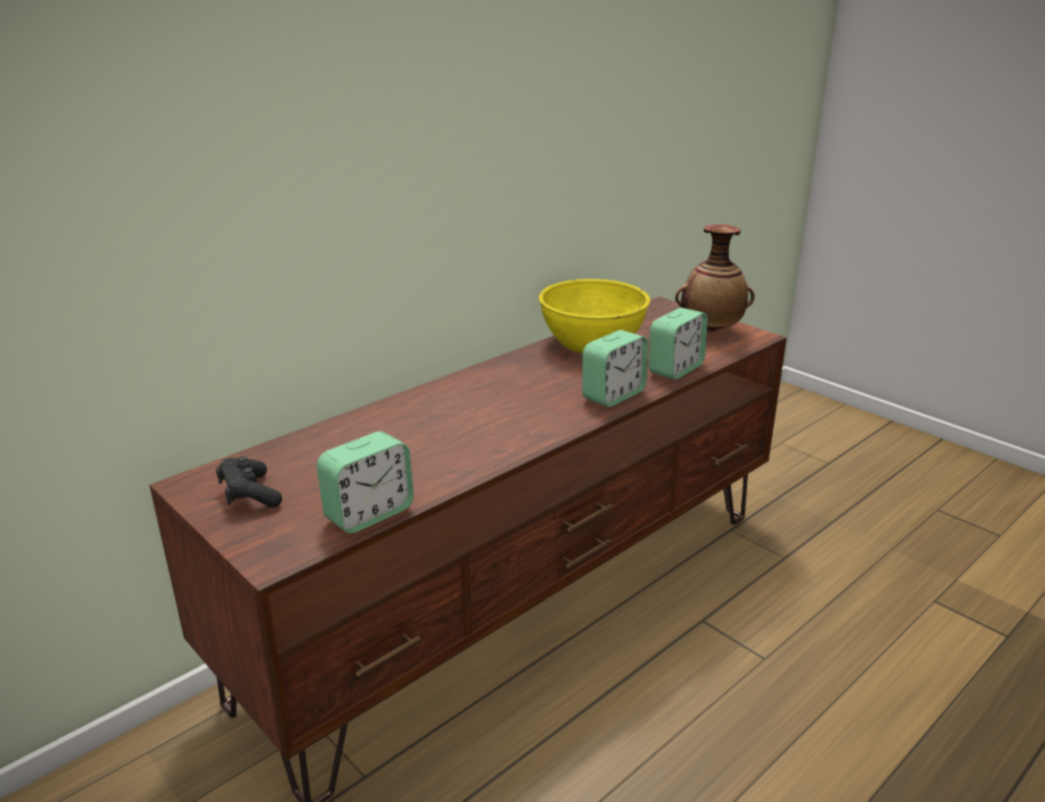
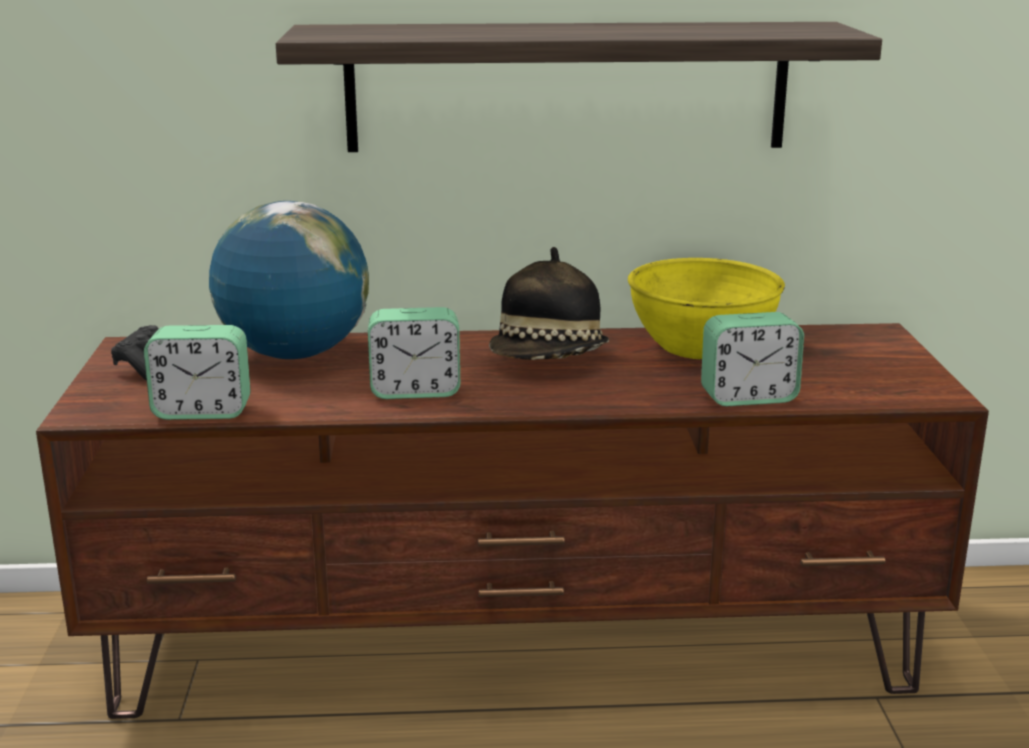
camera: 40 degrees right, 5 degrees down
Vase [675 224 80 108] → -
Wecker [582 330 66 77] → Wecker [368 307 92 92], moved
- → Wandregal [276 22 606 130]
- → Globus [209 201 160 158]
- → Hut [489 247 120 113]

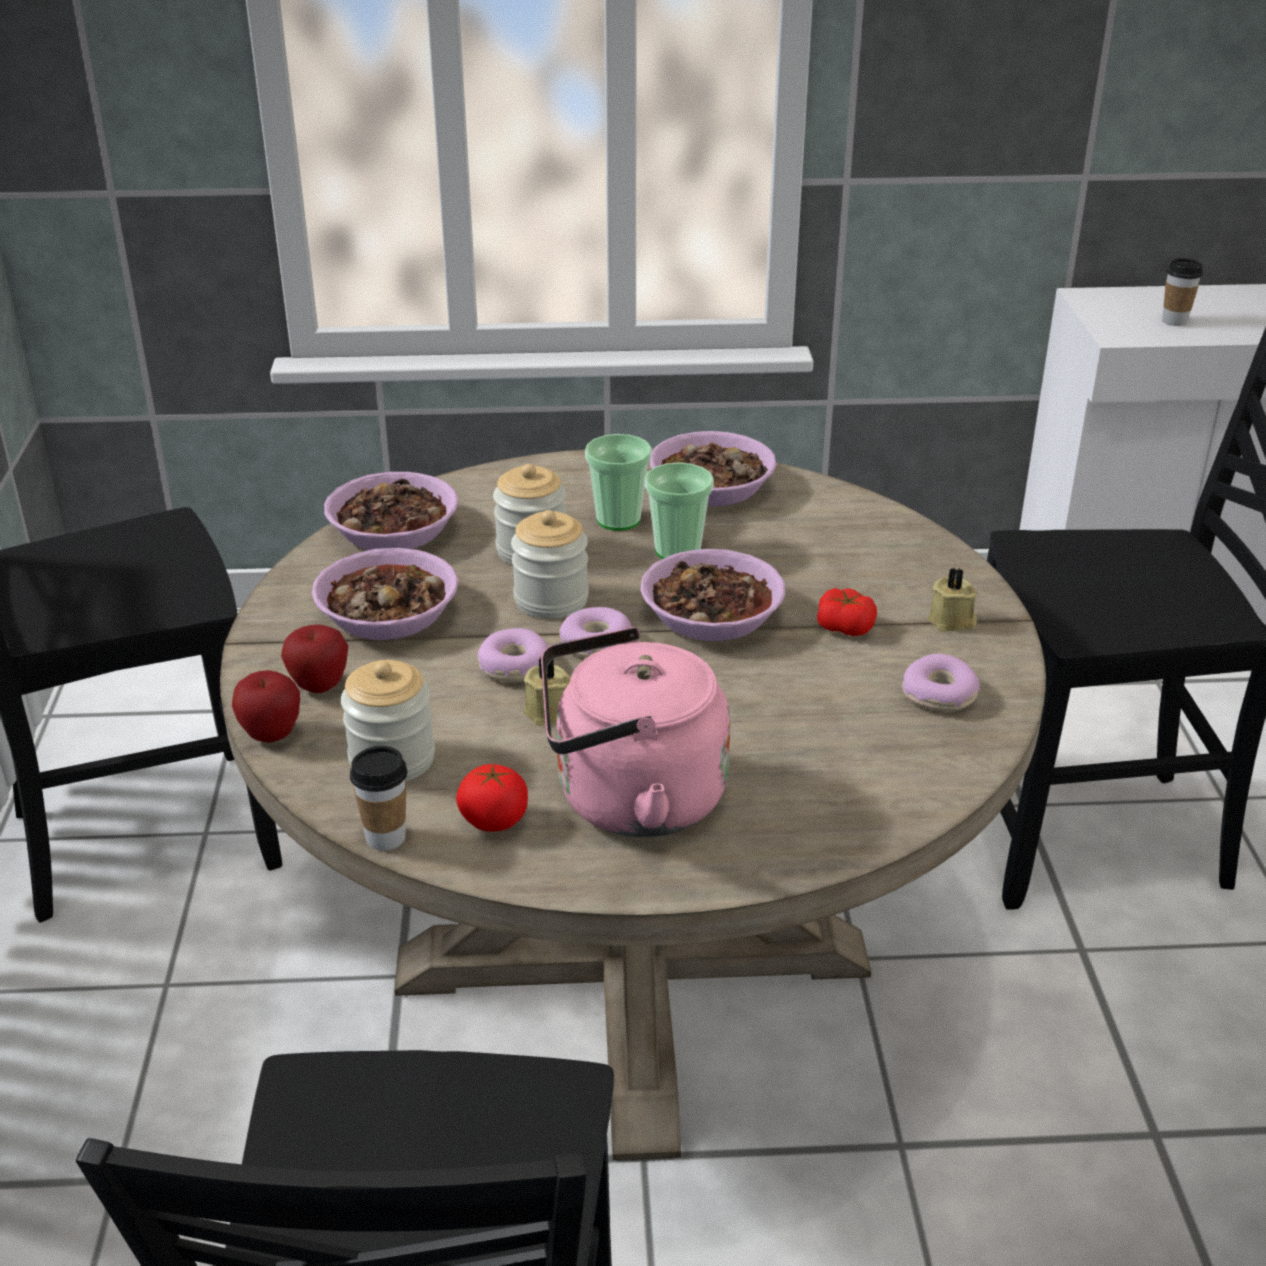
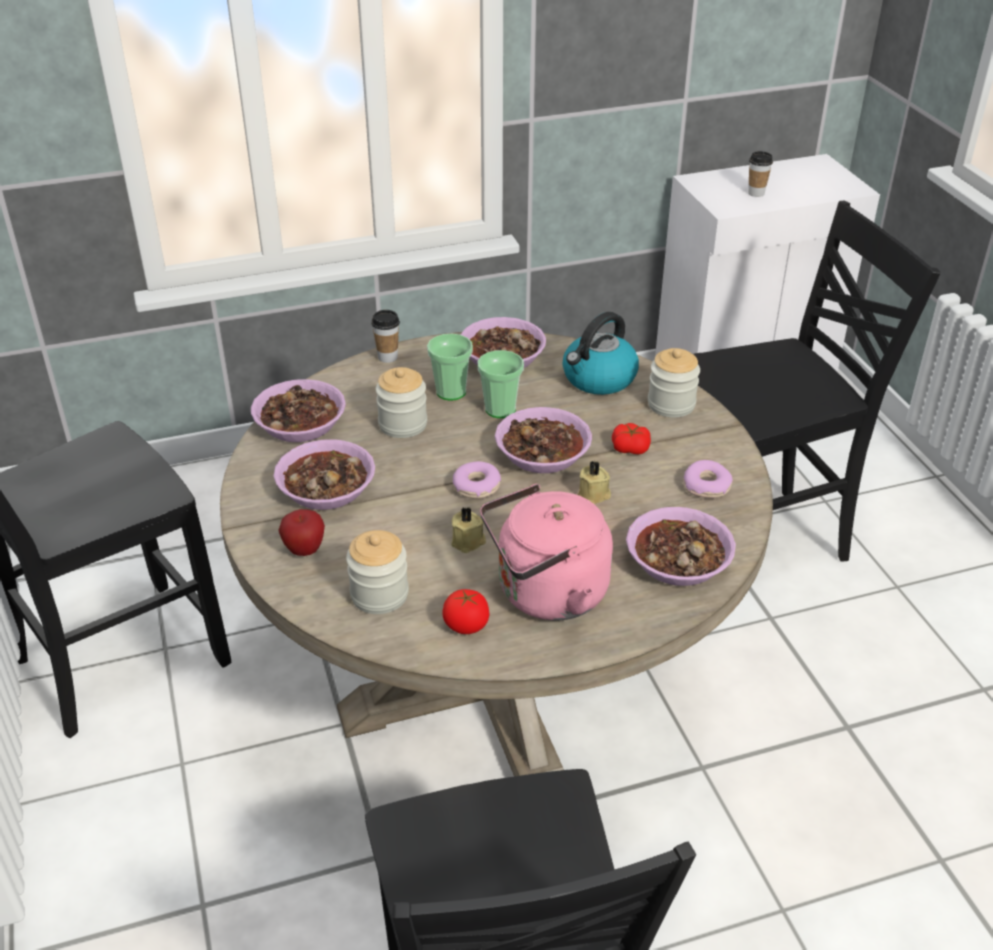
camera: 15 degrees left, 5 degrees up
Vorratsglas [511 510 78 109] → Vorratsglas [648 348 52 70], moved
Kerze (beige) [927 568 50 64] → Kerze (beige) [578 461 33 43], moved
Donut [478 628 70 54] → -
Apfel [232 670 68 73] → -
Tasse [350 746 58 105] → Tasse [372 310 28 53], moved
- → Wasserkessel [562 312 77 83]
- → Schüssel [626 507 110 79]

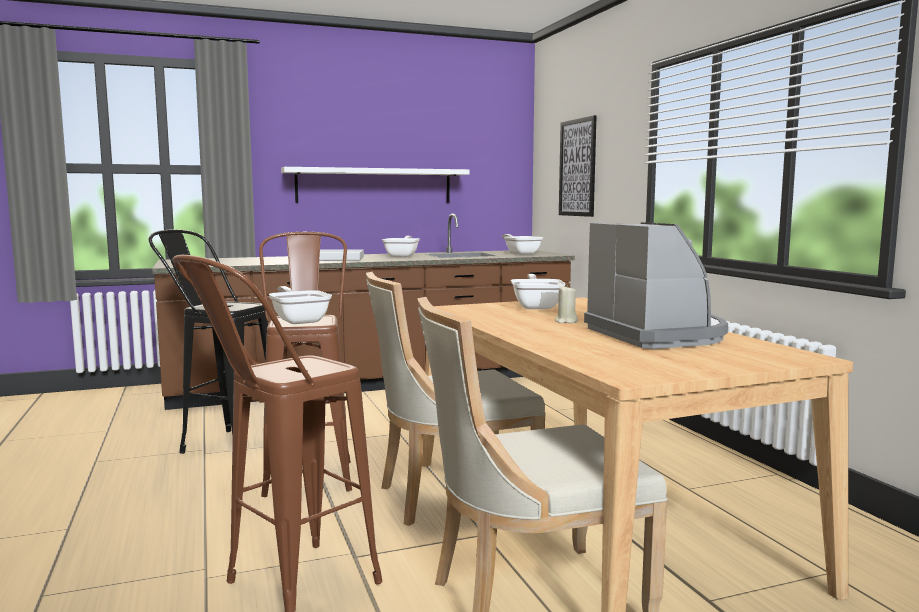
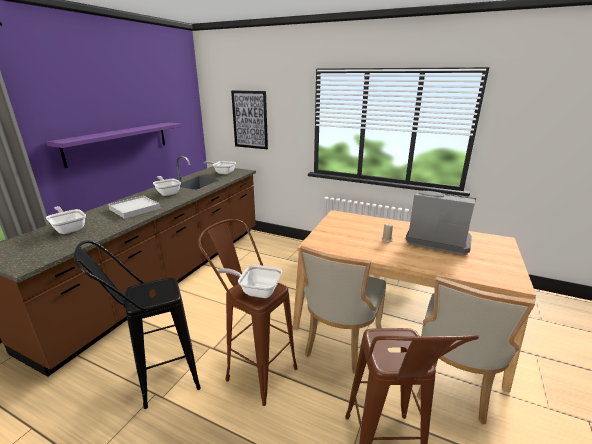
camera: 45 degrees left, 15 degrees up
Wandregal (weiß) [281 167 189 36] → Wandregal (lila) [46 122 135 46]
Pfanne [511 274 55 35] → Pfanne [46 206 40 28], moved

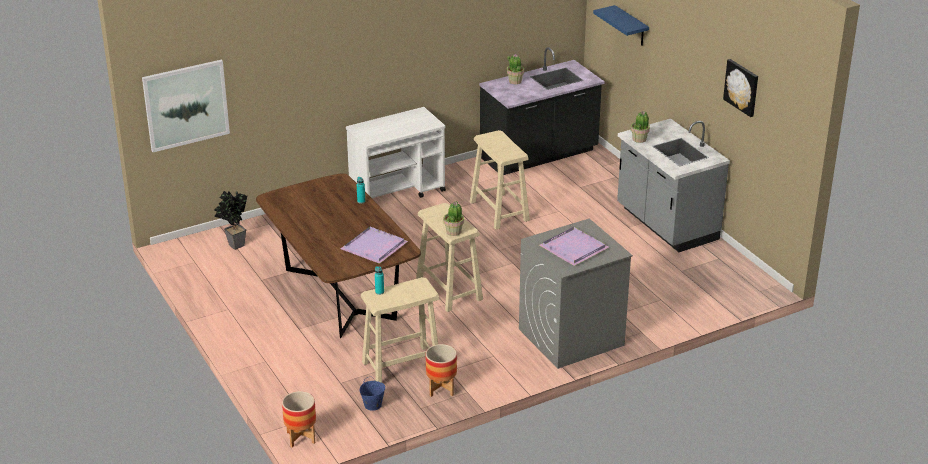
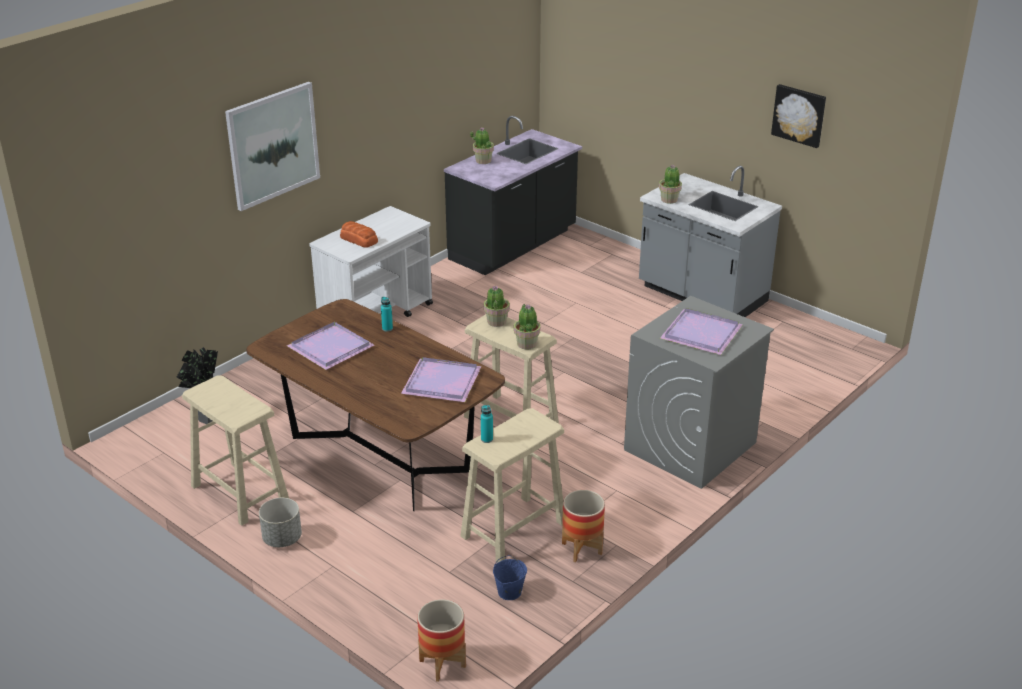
camera: 20 degrees left, 0 degrees up
Wandregal (blau) [593 5 56 41] → -
Bild [142 60 88 92] → Bild [225 82 95 129], moved
Hocker (beige) [470 130 60 100] → Hocker (beige) [182 375 107 151], moved
- → Brot [340 221 38 27]
- → Topfpflanze [484 285 26 42]
- → Tablett (lila) [287 322 87 48]
- → Pflanzkübel (grau) [259 498 43 49]

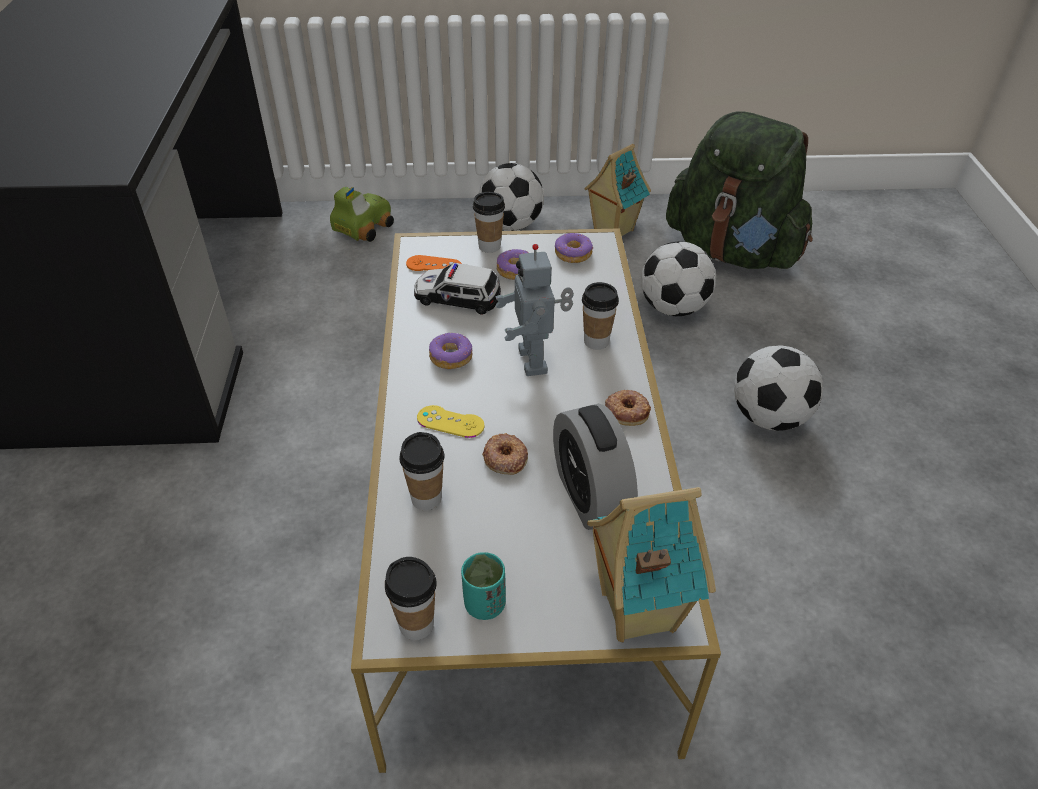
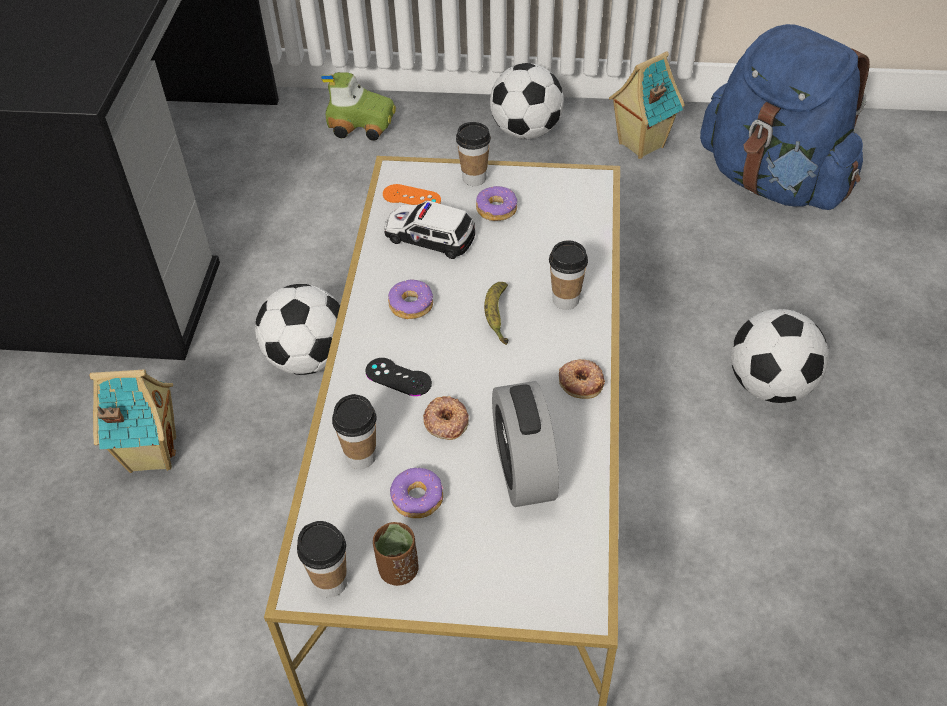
camera: 10 degrees right, 5 degrees up
Rucksack (grün) [666 111 147 158] → Rucksack (blau) [700 24 170 186]
Spielzeugauto [330 187 64 55] → Spielzeugauto [321 72 75 69], 60 degrees clockwise
Donut [555 233 38 30] → Donut [390 467 53 51], moved
Fußball [641 241 75 75] → Fußball [255 284 85 91], moved
Spielzeugroboter [495 244 79 132] → Banane [484 282 24 63]
Gamepad (gelb) [417 405 67 33] → Gamepad (schwarz) [365 358 67 38]
Spielzeughaus [587 487 129 155] → Spielzeughaus [90 369 86 104], moved
Tasse (türkis) [461 552 45 68] → Tasse (braun) [373 522 46 64]

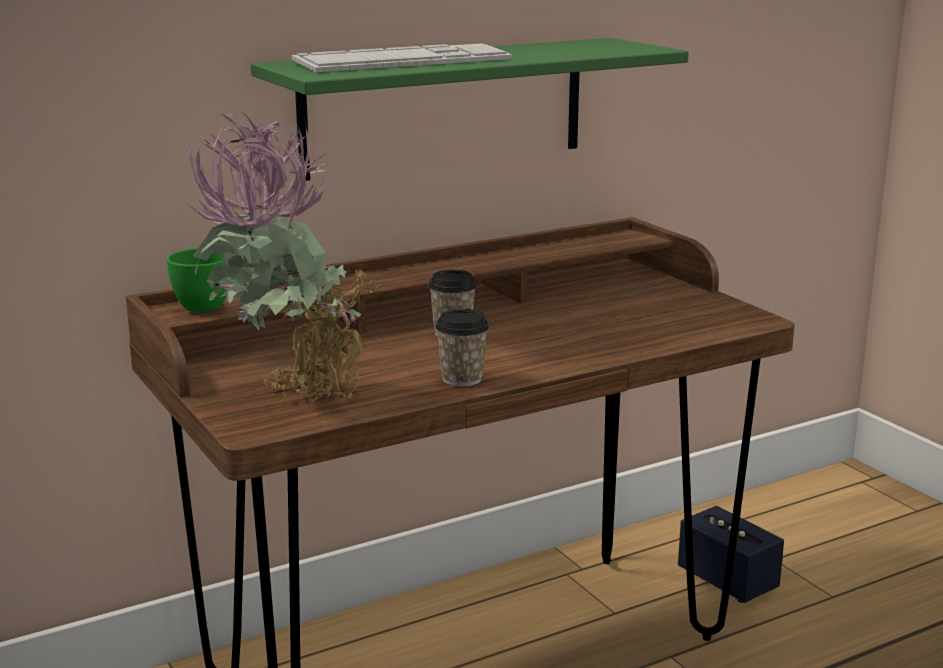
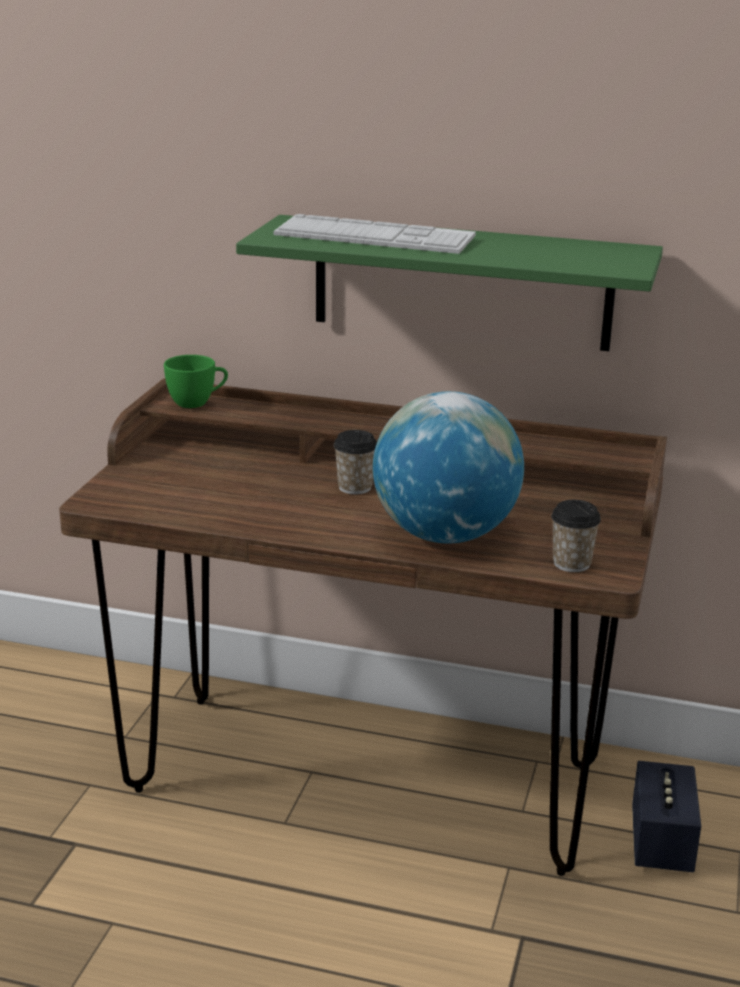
camera: 45 degrees right, 5 degrees up
Topfpflanze [189 110 192 292] → -
Tasse [435 309 54 78] → Tasse [551 500 50 72], moved
- → Globus [373 391 151 153]

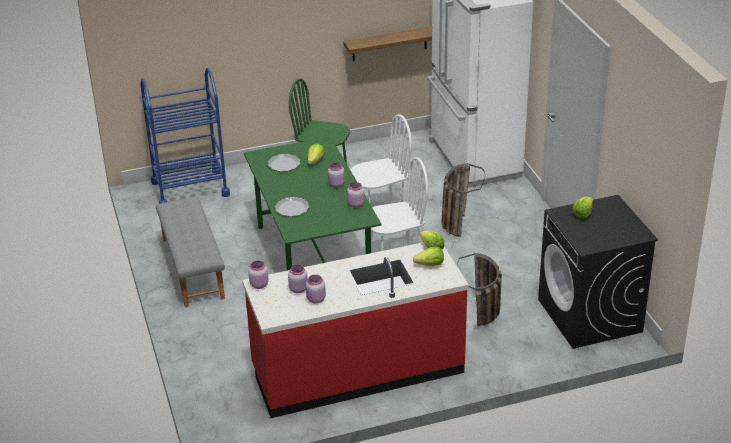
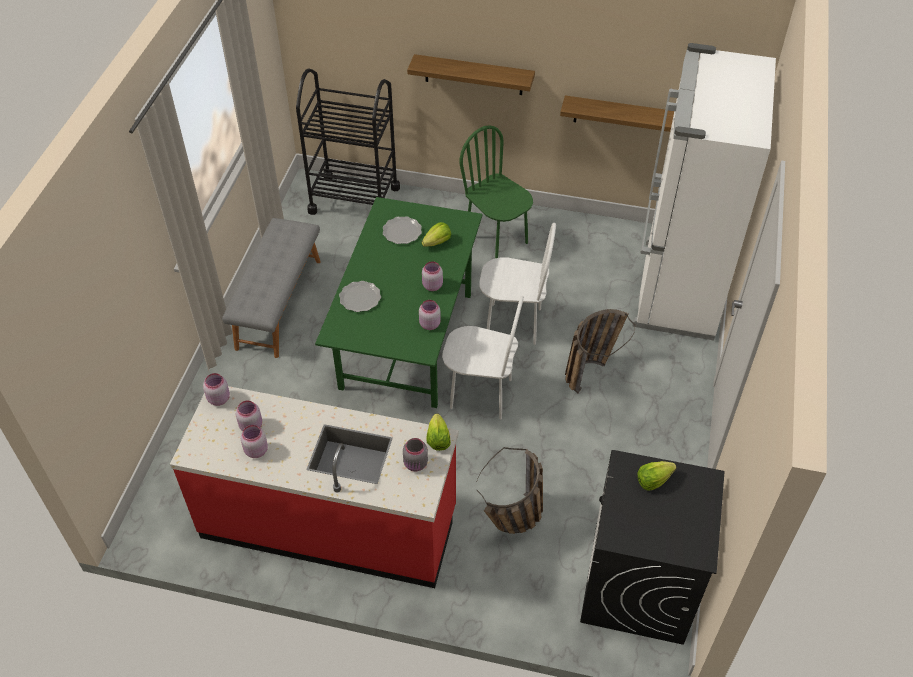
camera: 30 degrees right, 15 degrees up
Rollwagen (blau) [140 68 90 136] → Rollwagen (schwarz) [296 69 104 146]
Salatkopf [413 247 31 19] → Vorratsglas (grau) [403 438 25 33]
- → Wandregal [407 54 128 41]

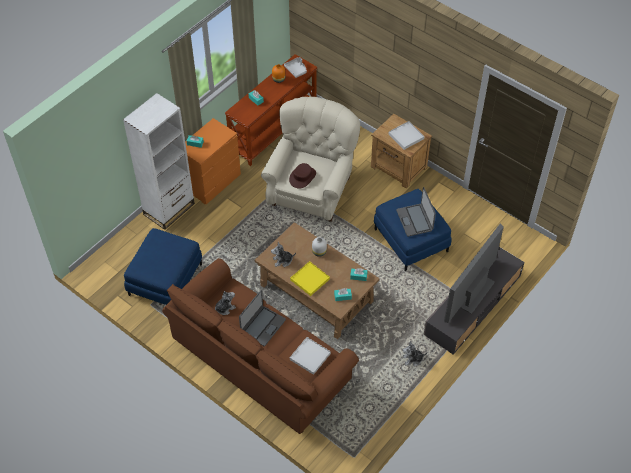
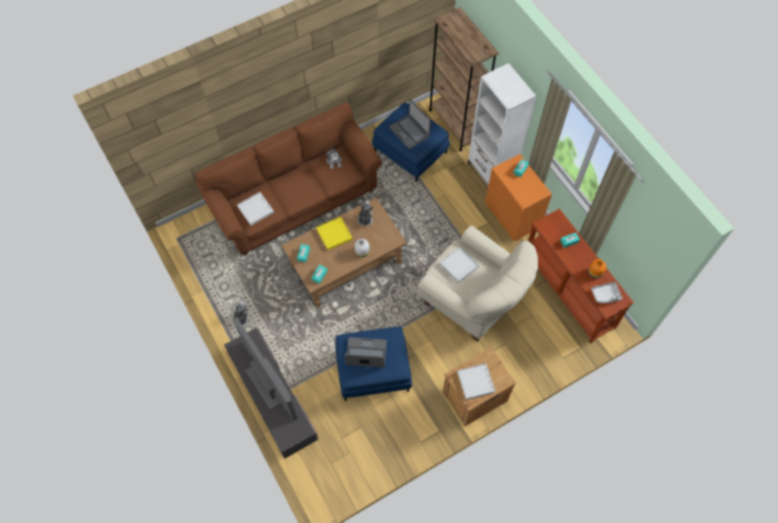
camera: 110 degrees right, 10 degrees up
Hut (braun) [289 163 27 26] → Tablett (weiß) [440 246 39 37]
Laptop [239 290 47 56] → Laptop [389 99 42 50], moved
- → Bücherregal (braun) [429 7 70 144]

